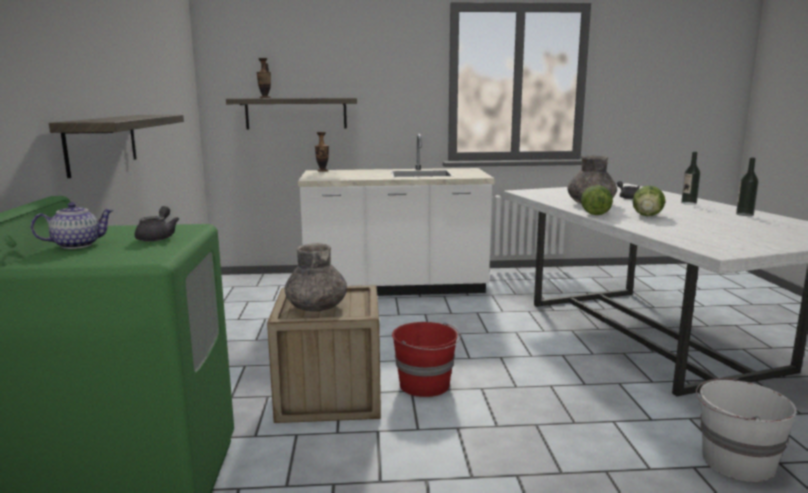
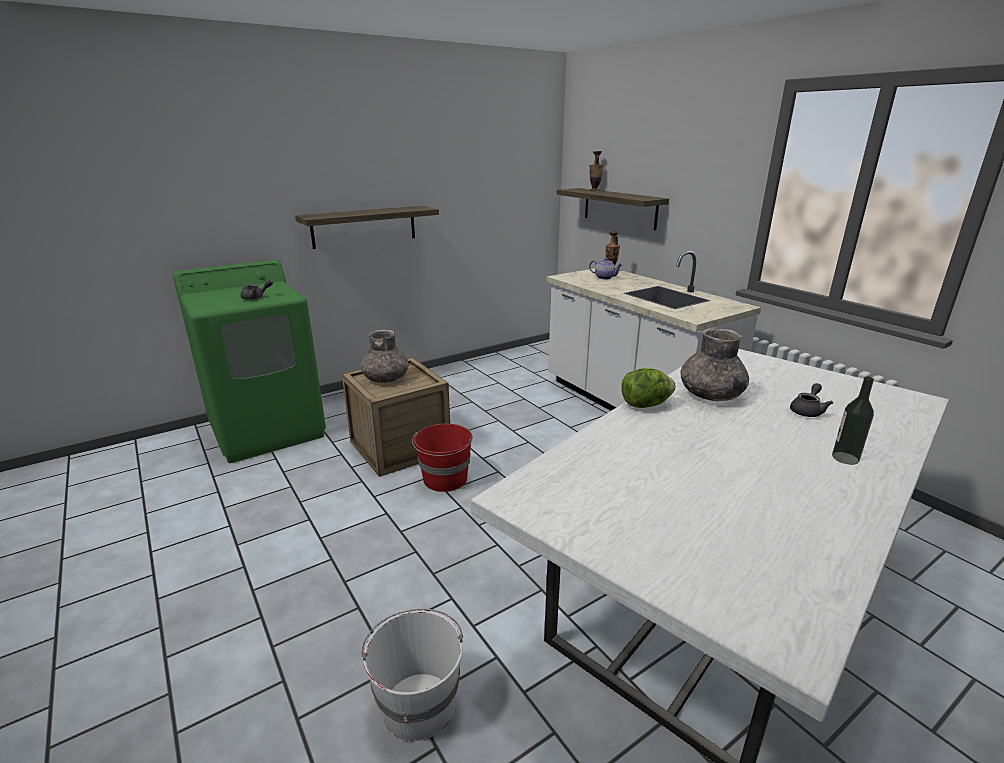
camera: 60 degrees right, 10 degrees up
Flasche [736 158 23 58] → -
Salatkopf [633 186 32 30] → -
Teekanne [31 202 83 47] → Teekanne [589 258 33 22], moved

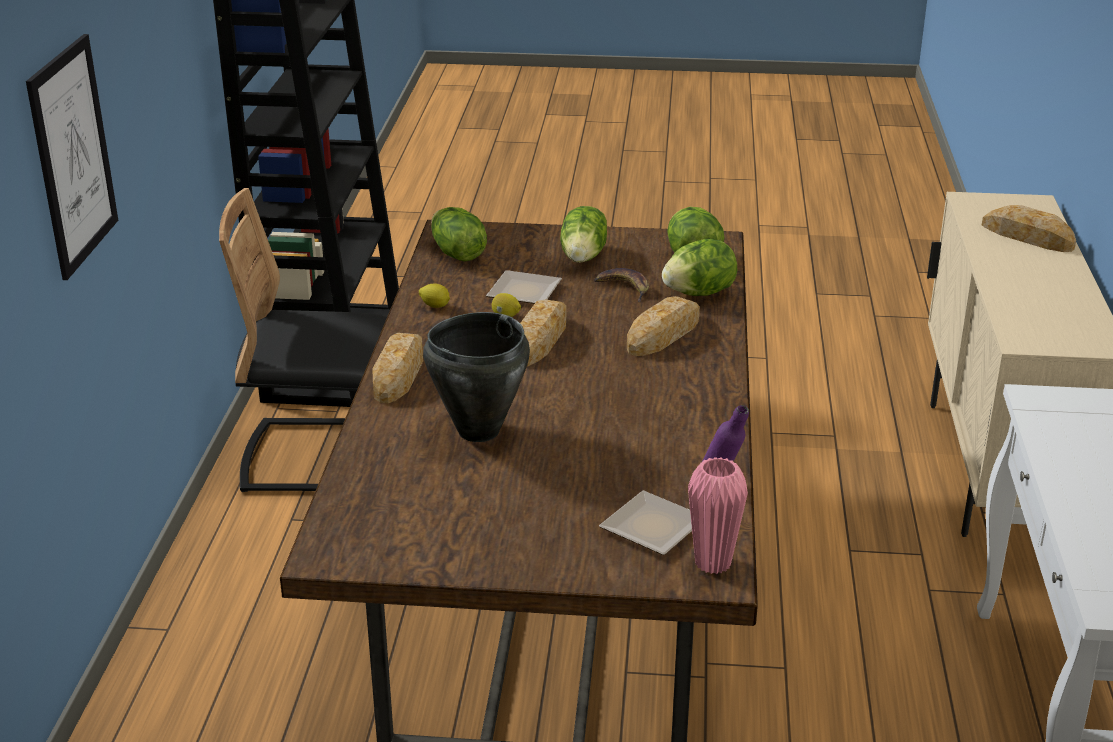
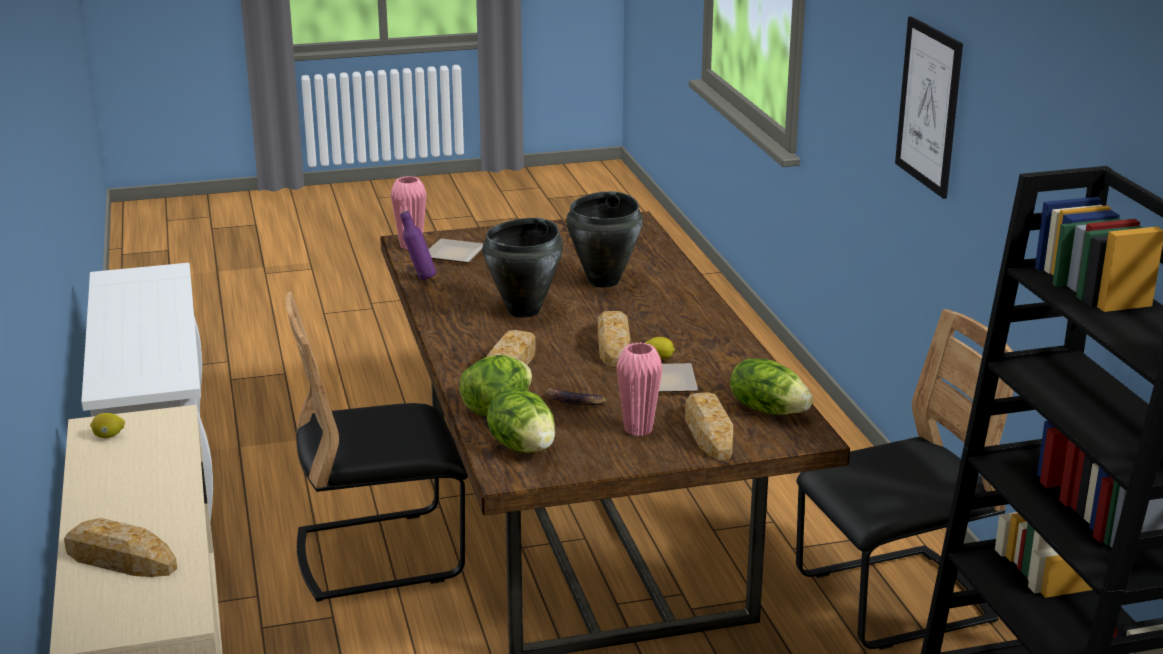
camera: 160 degrees right, 5 degrees down
Salatkopf [560 206 47 57] → Vase (rosa) [616 342 47 94]
Zitrone [419 284 31 24] → Zitrone [90 413 35 25], moved
Brot [372 333 51 70] → Brot [685 392 48 68], moved
- → Kochtopf (schwarz) [482 218 81 100]
- → Stuhl (schwarz) [286 292 182 310]

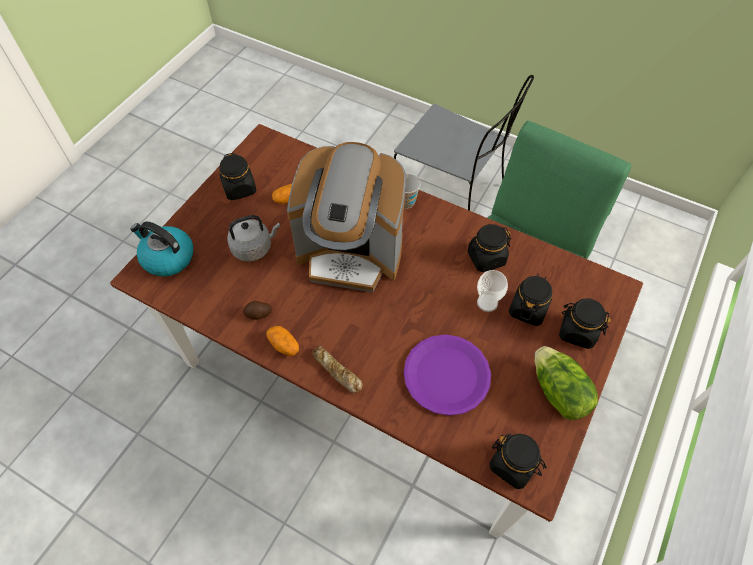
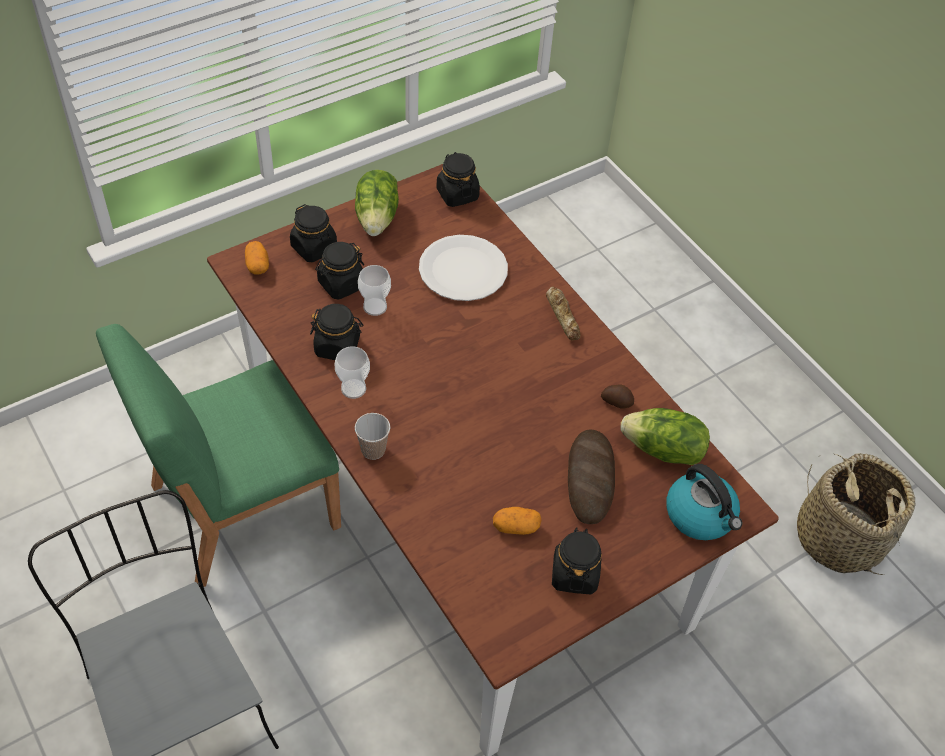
camera: 155 degrees left, 5 degrees down
Kaffeemaschine [287 142 119 150] → -
Wasserkessel (grau) [227 215 54 47] → Brot [568 429 47 95]
Kartoffel [267 326 32 30] → Kartoffel [245 241 24 33], moved
Teller (lila) [404 334 87 82] → Teller (weiß) [419 235 89 66]
- → Tasse [335 346 35 53]
- → Salatkopf [621 408 89 57]
- → Korb [797 453 118 122]

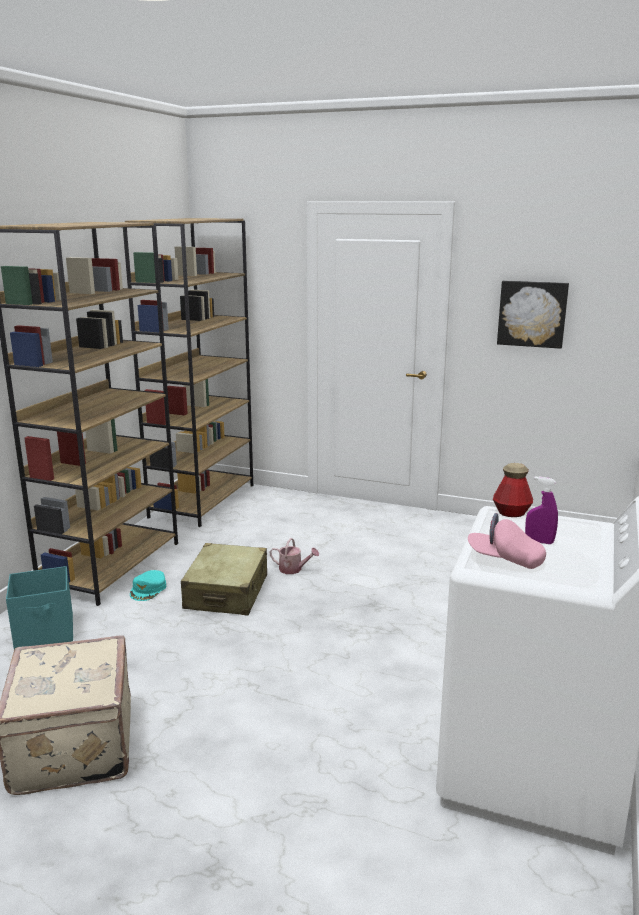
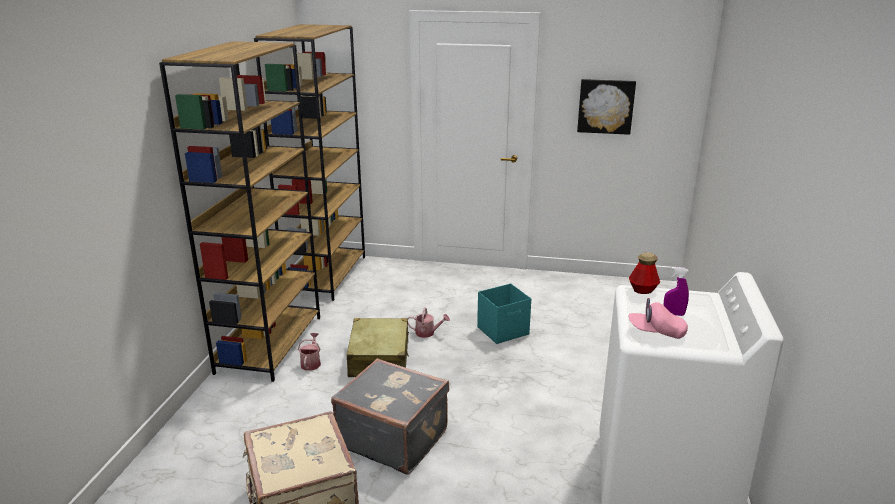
camera: 10 degrees left, 5 degrees up
Aufbewahrungsbox (türkis) [6 566 67 83] → Aufbewahrungsbox (türkis) [477 283 54 61], moved
Kappe (türkis) [130 570 36 31] → Gießkanne [298 333 23 38]
- → Koffer (grau) [331 358 118 117]

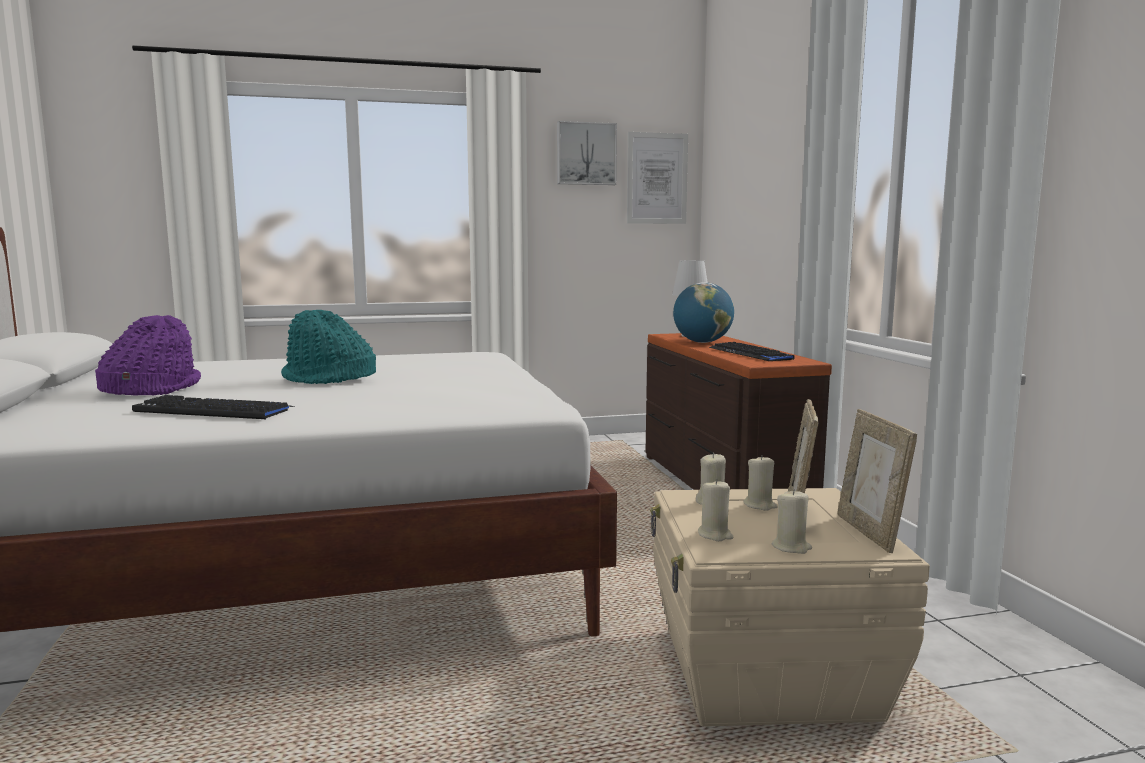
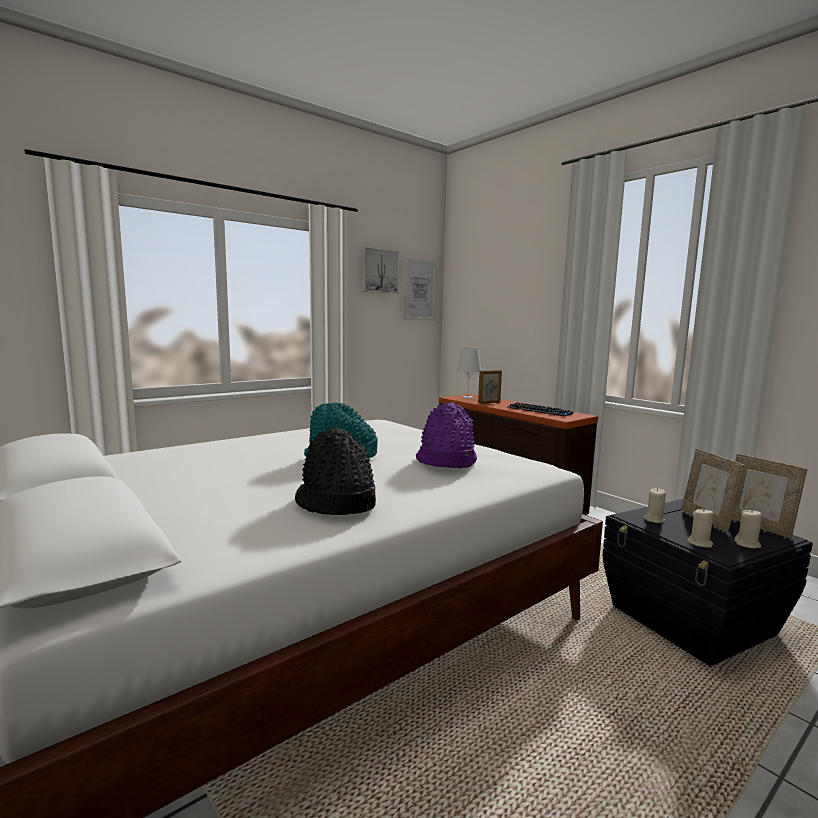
camera: 25 degrees left, 0 degrees up
Globus [673 282 61 61] → Bilderrahmen [478 370 24 34]
Hut (lila) [95 315 106 80] → Hut (lila) [416 402 61 66], moved
Tastatur [132 395 163 24] → Hut (schwarz) [295 427 81 88]
Kerze (beige) [744 455 34 56] → -
Aufbewahrungsbox (beige) [650 488 280 238] → Aufbewahrungsbox (schwarz) [602 499 211 167]

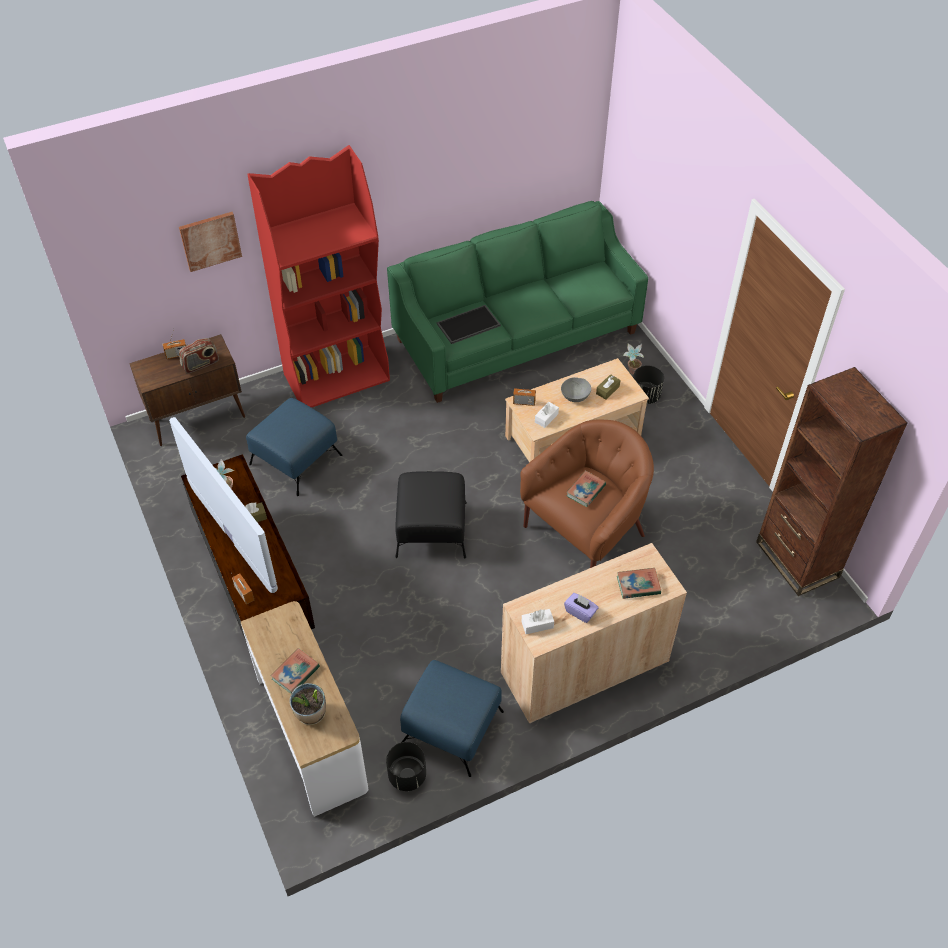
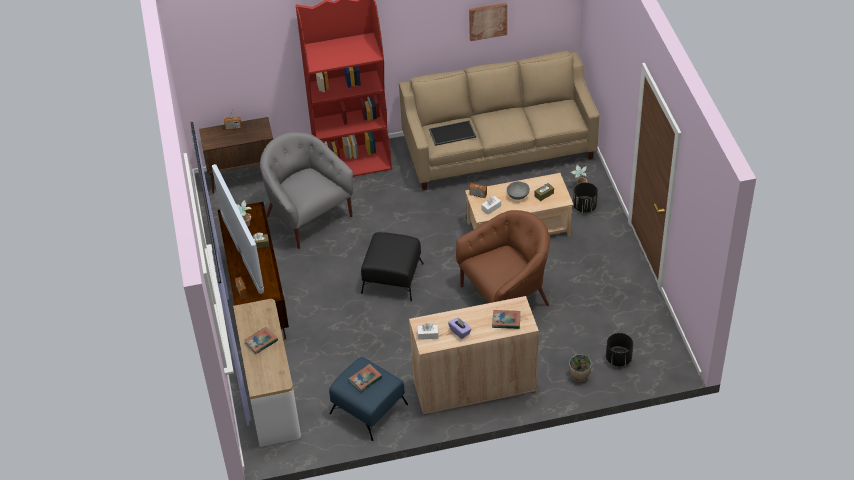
camera: 15 degrees right, 5 degrees down
Sofa (grün) [387 201 261 202] → Sofa (beige) [399 51 200 139]
Bild [179 212 63 60] → Bild [469 3 38 38], moved
Radio [179 338 40 36] → -
Bücherregal (braun) [756 367 152 229] → -
Polsterhocker (blau) [246 398 96 98] → Sessel (grau) [260 132 93 117]
Buch [566 471 40 36] → Buch [349 364 33 28], moved
Topfpflanze [289 683 37 42] → Topfpflanze [569 354 23 28], moved
Pflanzkübel (schwarz) [386 742 40 49] → Pflanzkübel (schwarz) [606 333 27 33], moved

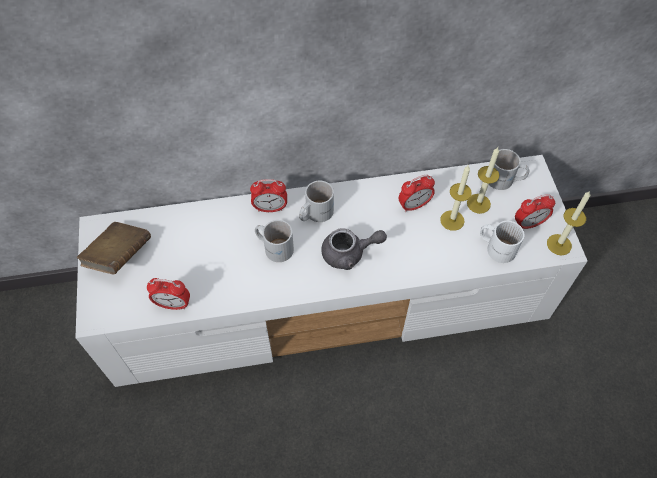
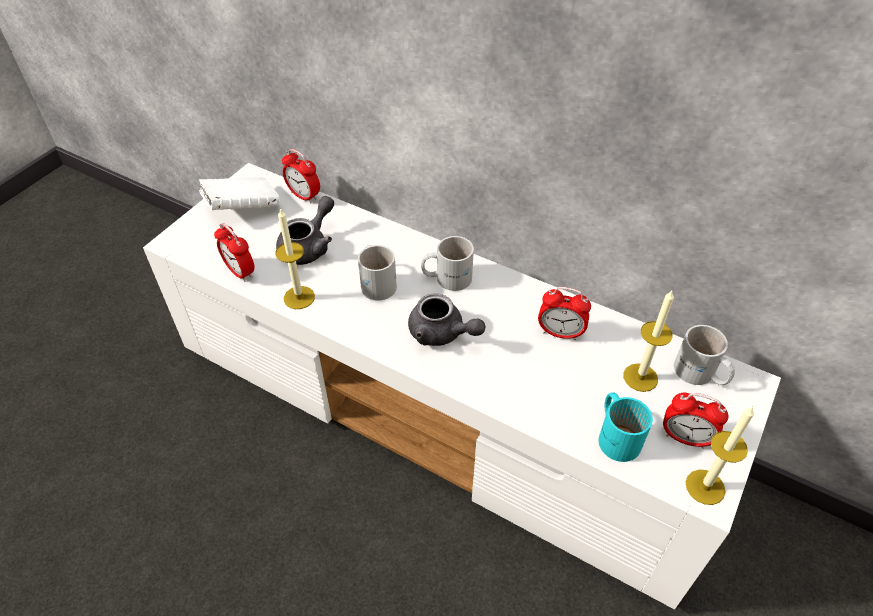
camera: 40 degrees right, 10 degrees down
Kerze [440 165 32 66] → Kerze [275 208 40 101], moved
Wecker [250 179 37 33] → Wecker [282 149 38 54], moved
Henkelbecher (weiß) [480 221 44 42] → Henkelbecher (türkis) [598 392 55 70]
Buch (braun) [77 222 74 53] → Buch (weiß) [199 177 81 33]
- → Teekanne (grau) [276 196 58 69]

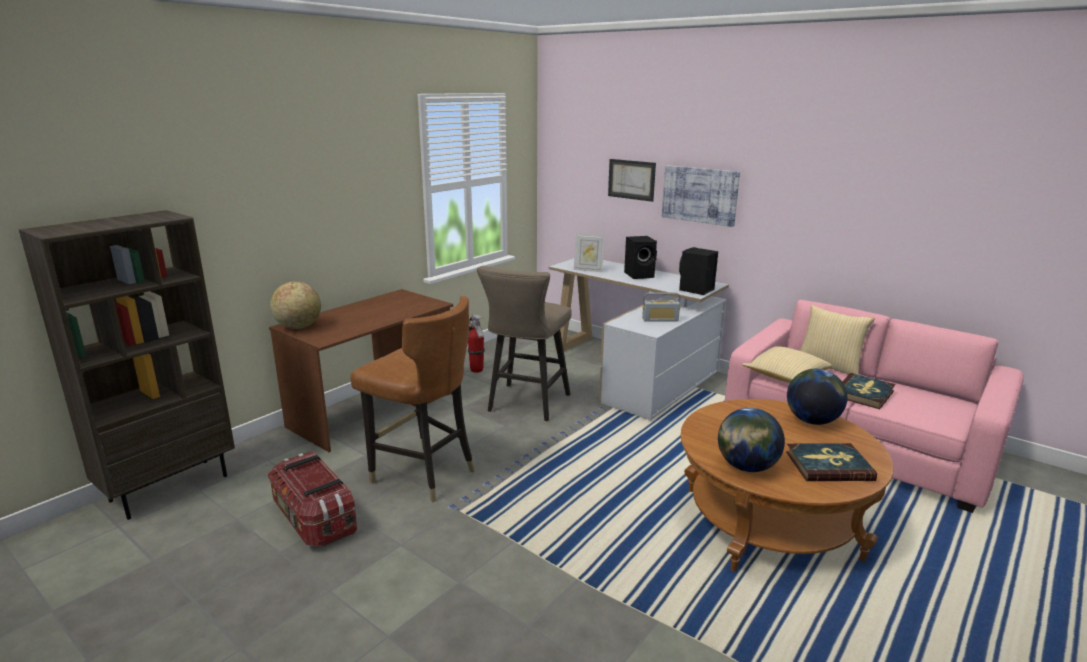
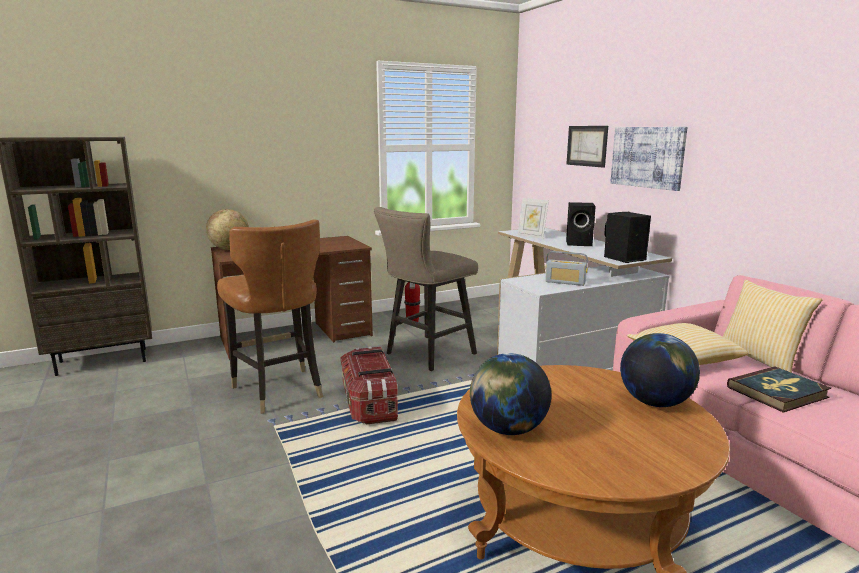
camera: 25 degrees right, 5 degrees down
Buch [786 443 91 38] → -
Aufbewahrungsbox [268 451 89 95] → Aufbewahrungsbox [340 347 58 77], moved

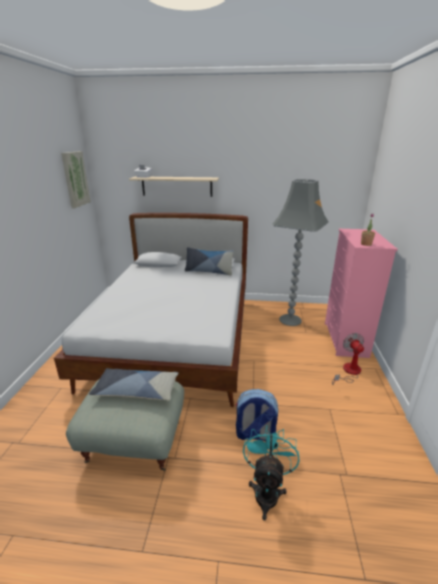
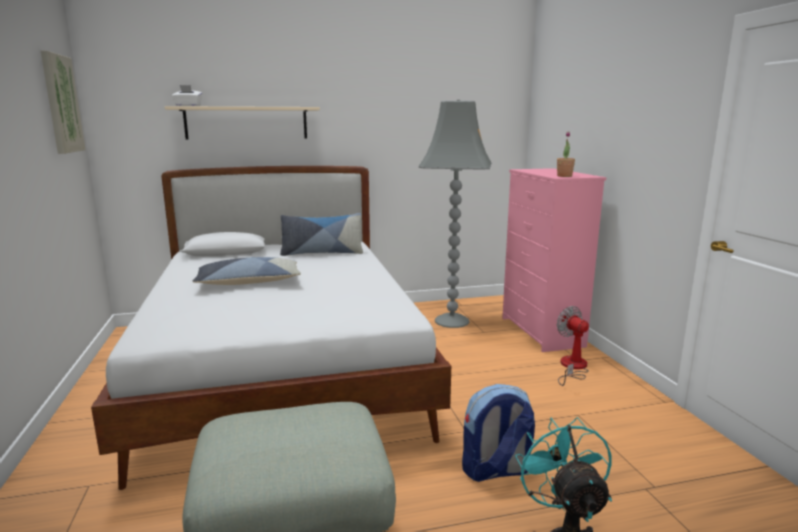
camera: 20 degrees left, 10 degrees down
Kissen [89 368 89 33] → Kissen [193 257 108 28], moved

